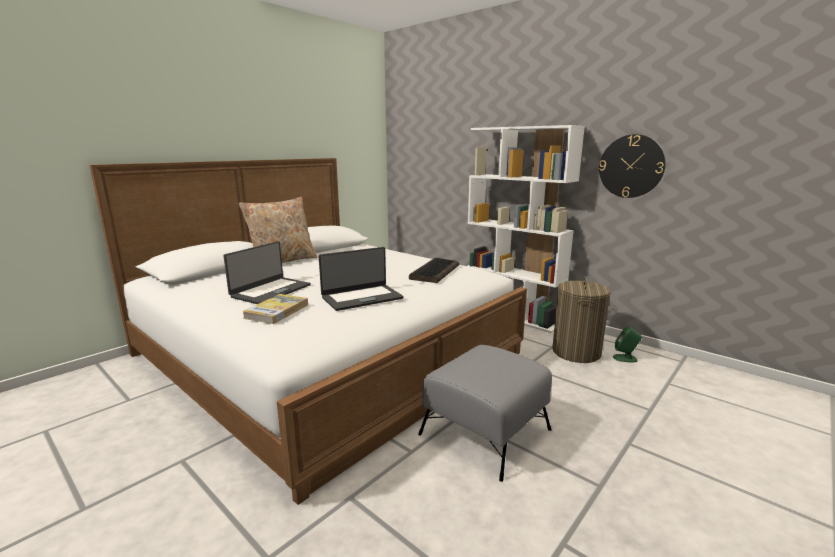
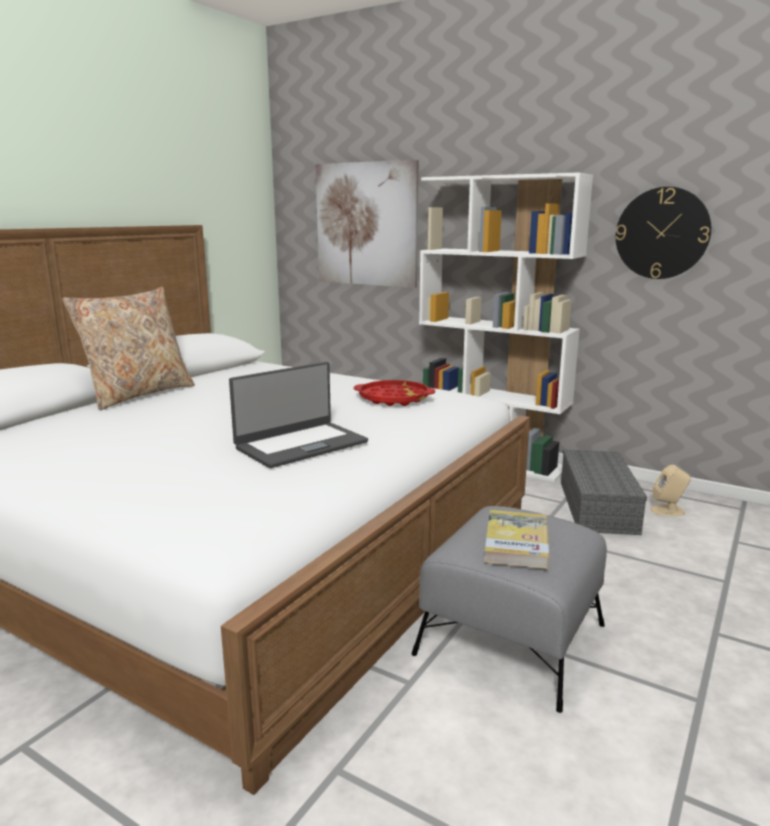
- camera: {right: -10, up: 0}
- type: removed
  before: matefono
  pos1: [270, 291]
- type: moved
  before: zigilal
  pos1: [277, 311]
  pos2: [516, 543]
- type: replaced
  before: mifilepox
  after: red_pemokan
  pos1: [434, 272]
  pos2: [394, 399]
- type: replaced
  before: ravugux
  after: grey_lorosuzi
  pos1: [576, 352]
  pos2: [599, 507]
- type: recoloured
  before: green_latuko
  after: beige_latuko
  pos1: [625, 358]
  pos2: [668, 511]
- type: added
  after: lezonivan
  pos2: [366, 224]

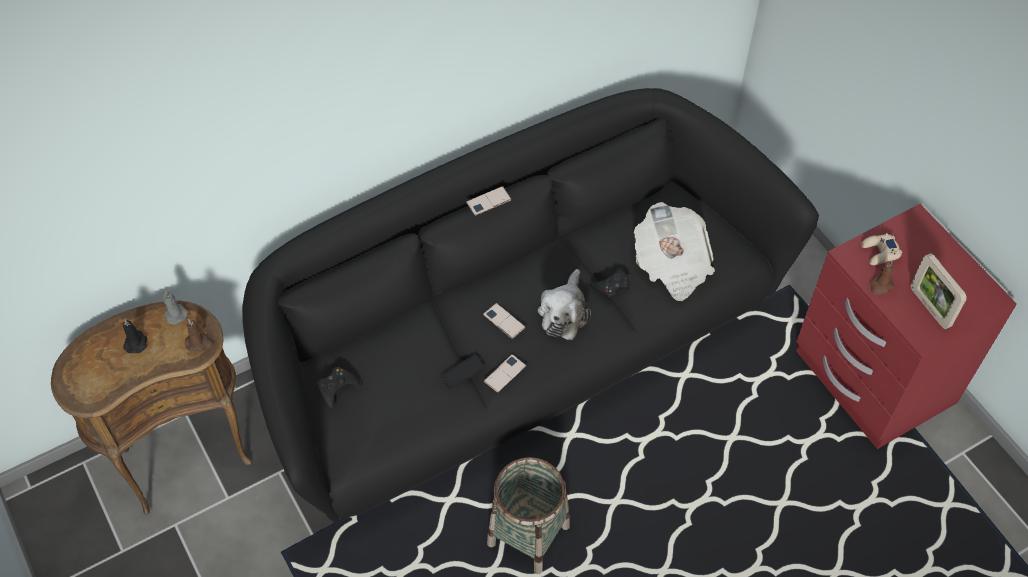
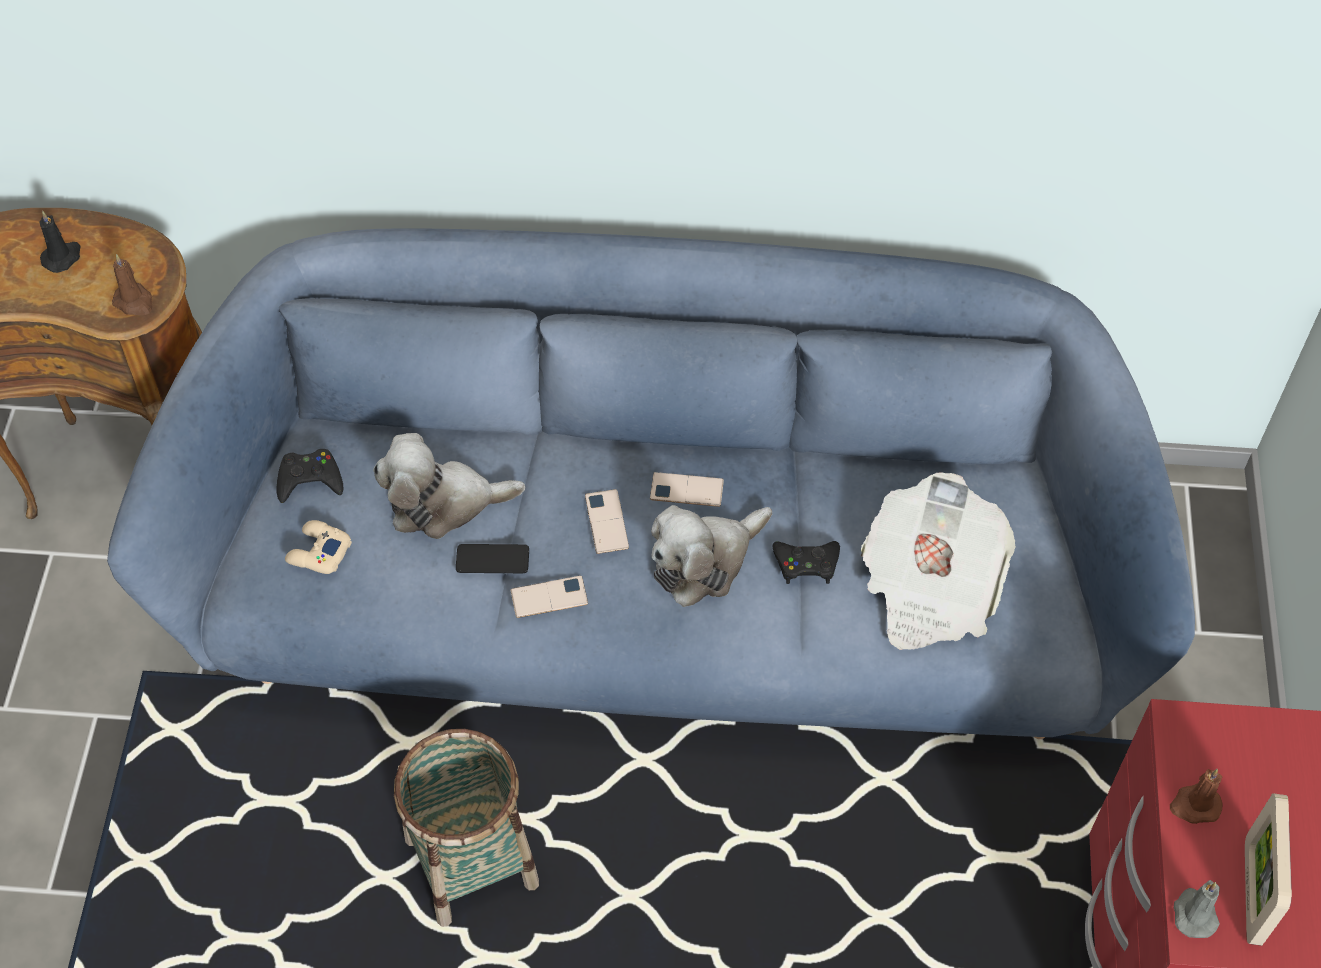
- camera: {right: 35, up: 0}
- type: moved
  before: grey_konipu
  pos1: [175, 313]
  pos2: [1194, 913]
- type: recoloured
  before: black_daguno
  after: blue_daguno
  pos1: [515, 353]
  pos2: [660, 596]
- type: moved
  before: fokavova
  pos1: [488, 201]
  pos2: [686, 490]
- type: moved
  before: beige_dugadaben
  pos1: [880, 252]
  pos2: [318, 552]
- type: added
  after: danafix
  pos2: [443, 503]

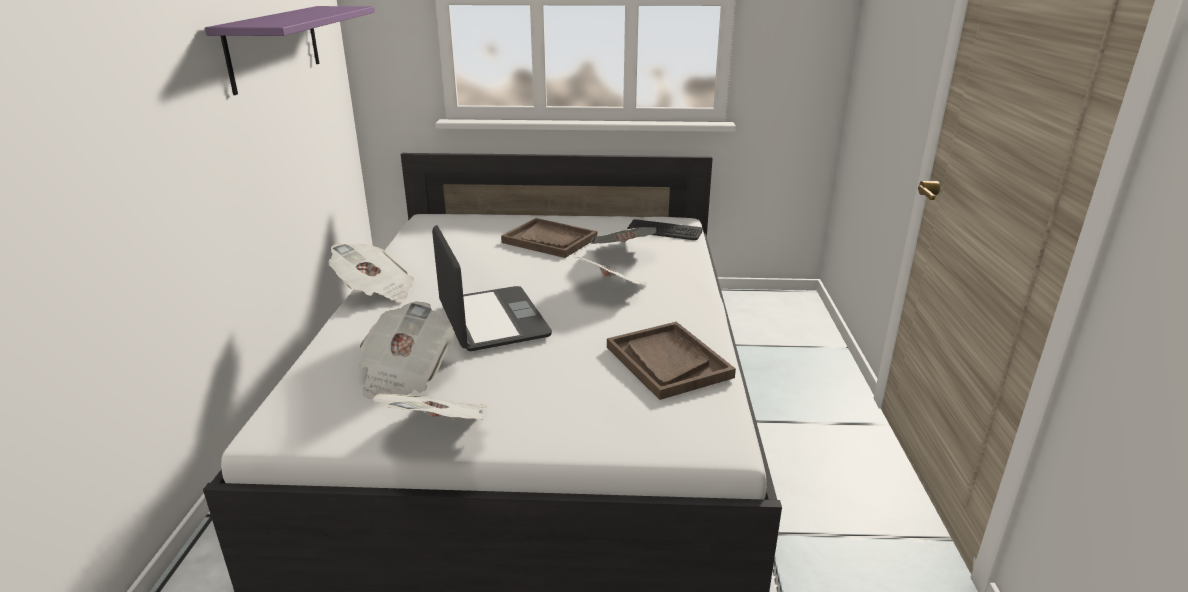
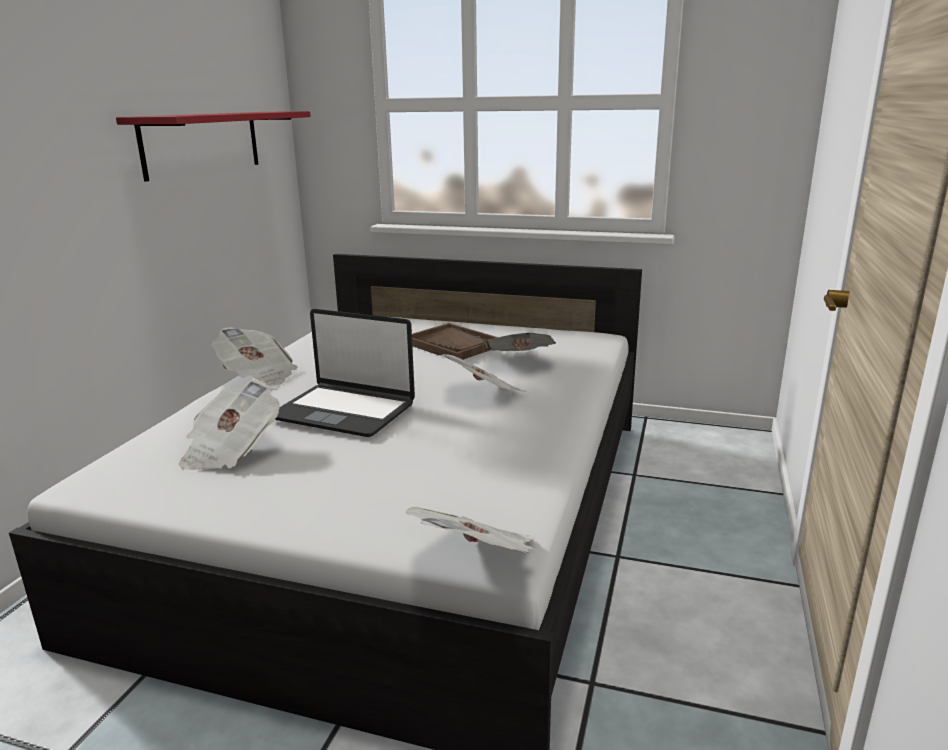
- camera: {right: 15, up: -5}
- type: recoloured
  before: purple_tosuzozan
  after: red_tosuzozan
  pos1: [274, 46]
  pos2: [202, 143]
- type: moved
  before: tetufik
  pos1: [440, 430]
  pos2: [477, 559]
- type: turned
  before: matefono
  pos1: [491, 320]
  pos2: [345, 411]
  turn: 120
- type: removed
  before: brown_pemokan
  pos1: [667, 362]
- type: removed
  before: mifilepox
  pos1: [664, 231]

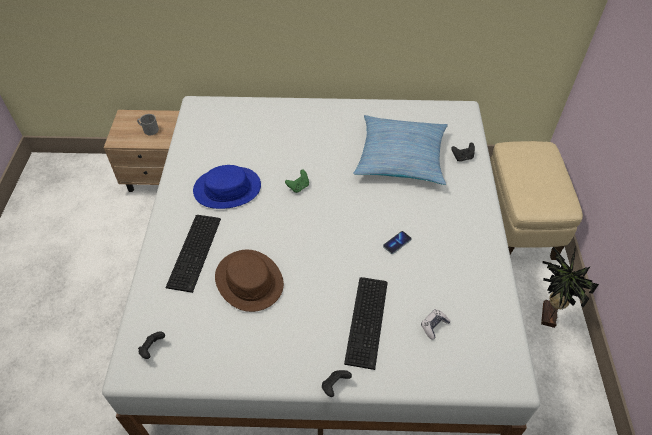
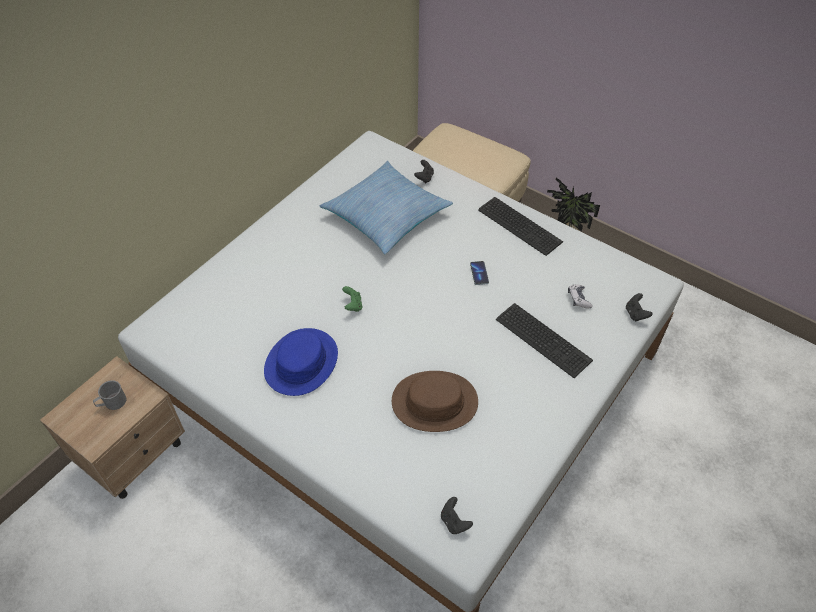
- camera: {right: -55, up: 0}
- type: moved
  before: mifilepox
  pos1: [196, 251]
  pos2: [519, 224]
- type: moved
  before: black_dugadaben
  pos1: [334, 386]
  pos2: [635, 314]

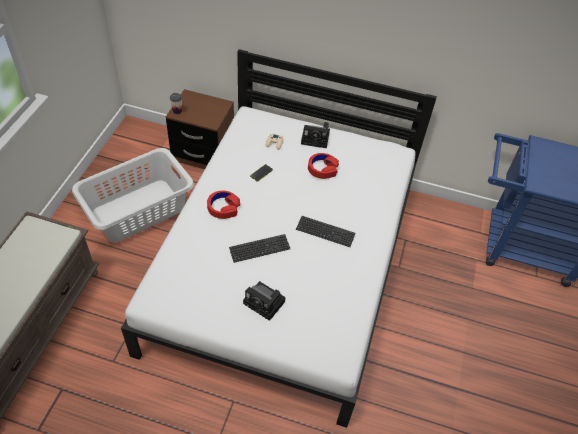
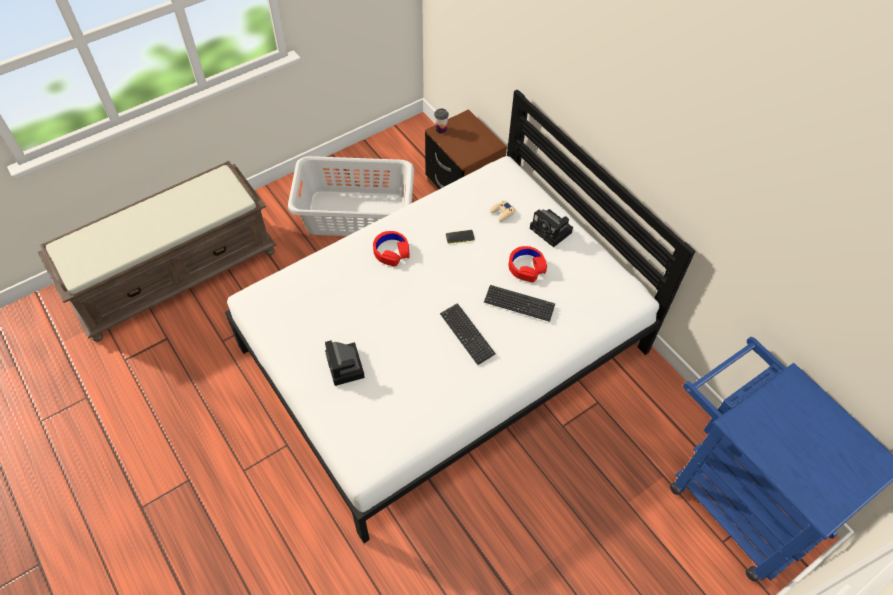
- camera: {right: 40, up: 5}
- type: moved
  before: mifilepox
  pos1: [259, 249]
  pos2: [519, 304]

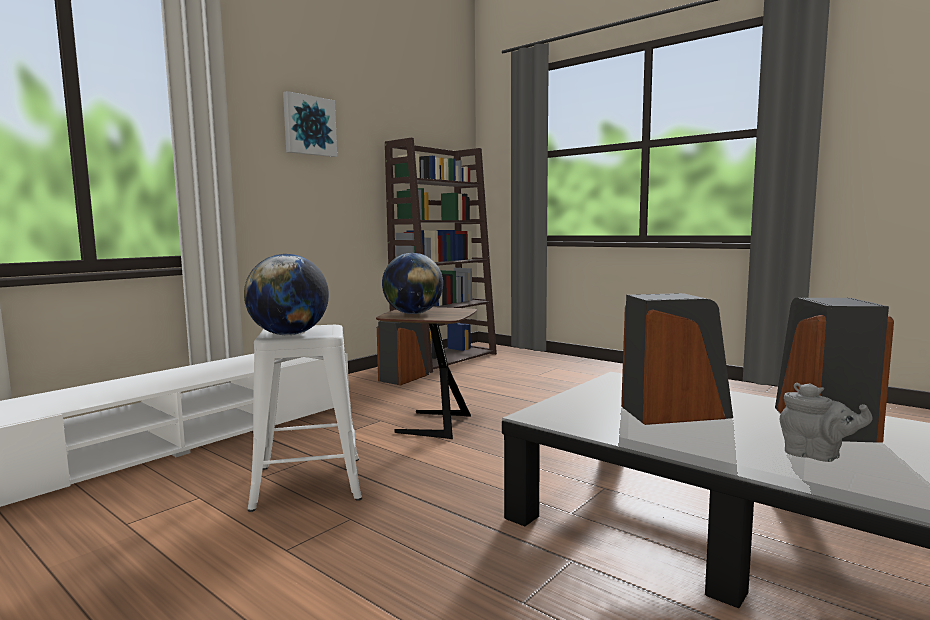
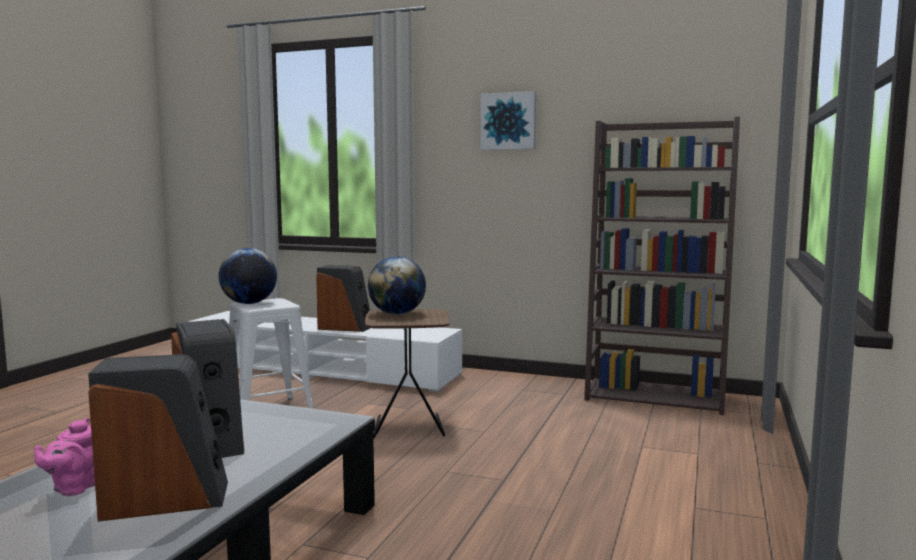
- camera: {right: 70, up: 0}
- type: moved
  before: latuko
  pos1: [404, 378]
  pos2: [345, 327]
- type: recoloured
  before: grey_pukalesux
  after: pink_pukalesux
  pos1: [816, 456]
  pos2: [74, 488]

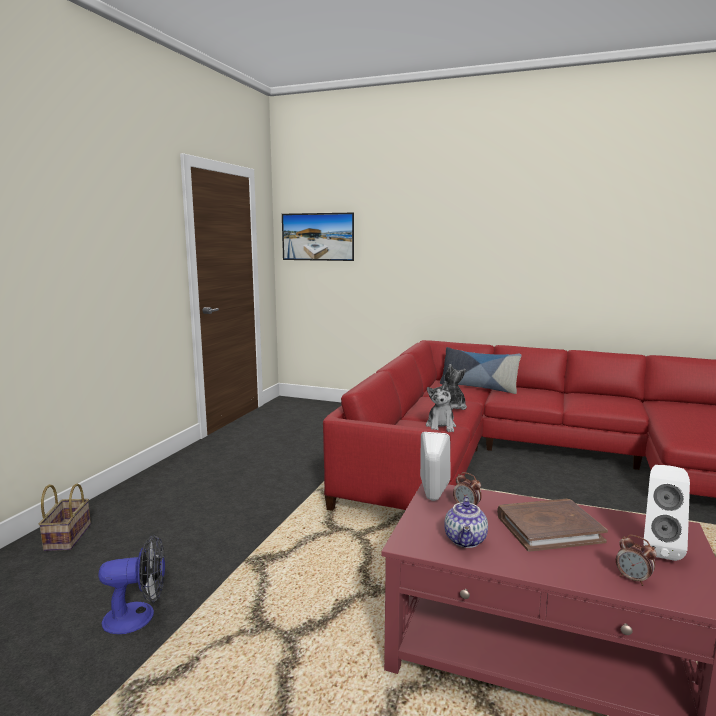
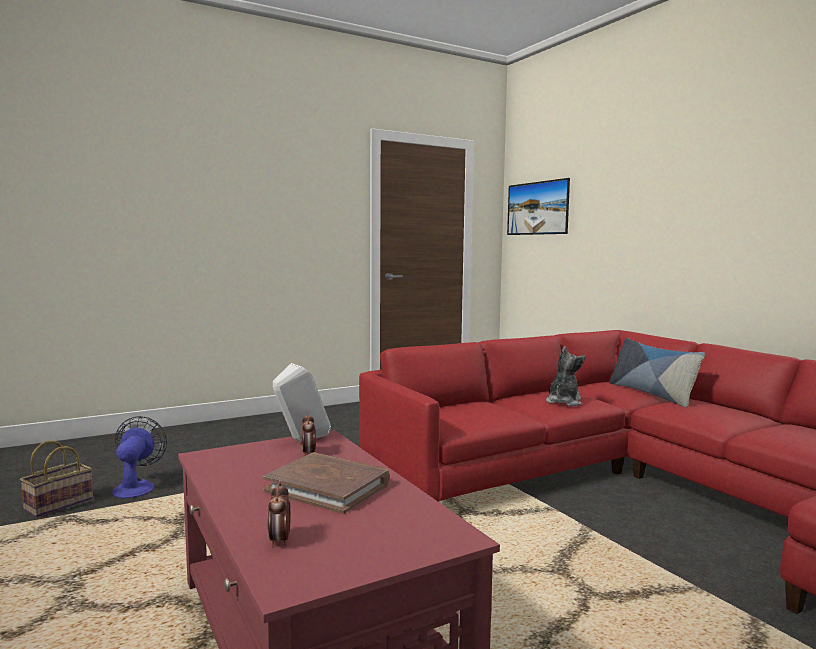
- camera: {right: 40, up: -5}
- type: moved
  before: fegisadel
  pos1: [67, 536]
  pos2: [60, 503]
- type: turned
  before: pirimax
  pos1: [138, 616]
  pos2: [136, 487]
  turn: -120
- type: removed
  before: danafix
  pos1: [441, 426]
- type: removed
  before: pukalesux
  pos1: [466, 540]
- type: removed
  before: white_latuko
  pos1: [659, 548]

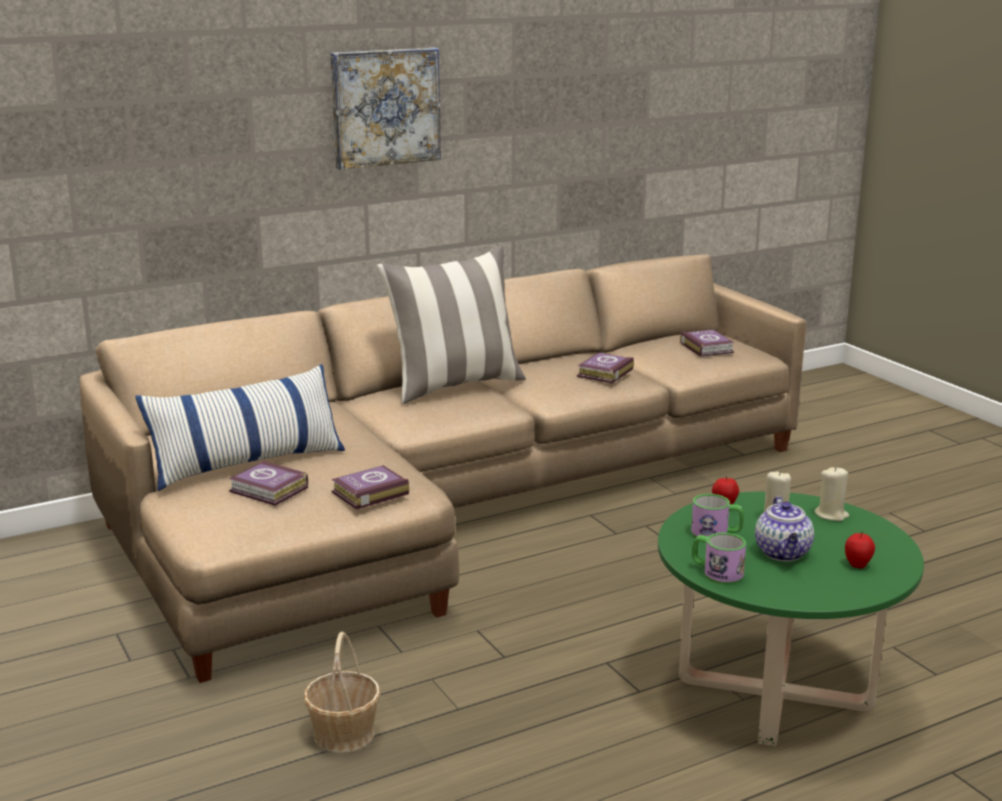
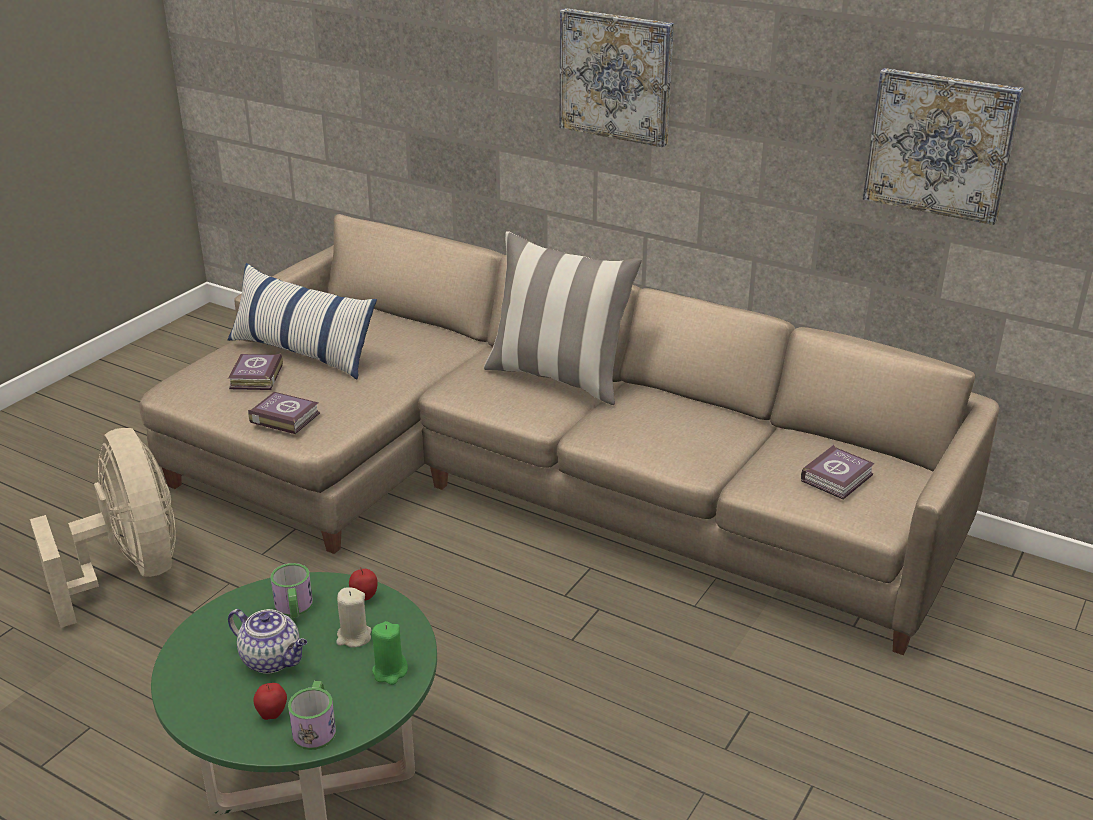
- camera: {right: 60, up: 10}
- type: replaced
  before: fegisadel
  after: beige_pirimax
  pos1: [343, 734]
  pos2: [130, 571]
- type: removed
  before: zigilal
  pos1: [603, 373]
- type: moved
  before: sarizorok
  pos1: [716, 573]
  pos2: [316, 727]
- type: turned
  before: pukalesux
  pos1: [783, 553]
  pos2: [273, 660]
  turn: -120
- type: recoloured
  before: beige_konipu
  after: green_konipu
  pos1: [831, 515]
  pos2: [390, 671]
- type: added
  after: lezonivan
  pos2: [940, 144]

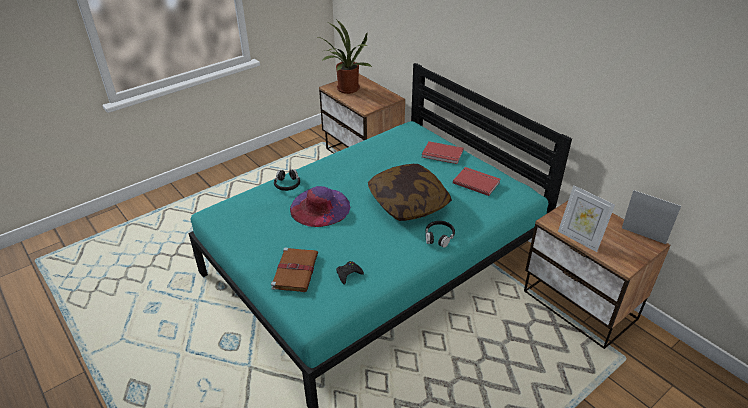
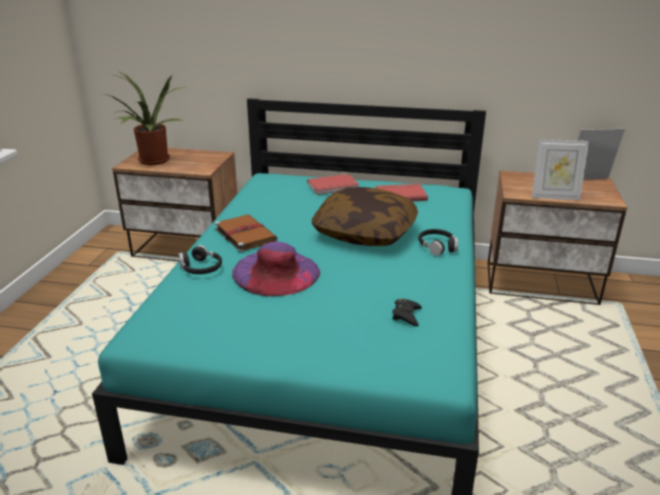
- camera: {right: -40, up: -10}
- type: moved
  before: brown_zigilal
  pos1: [295, 270]
  pos2: [244, 234]

